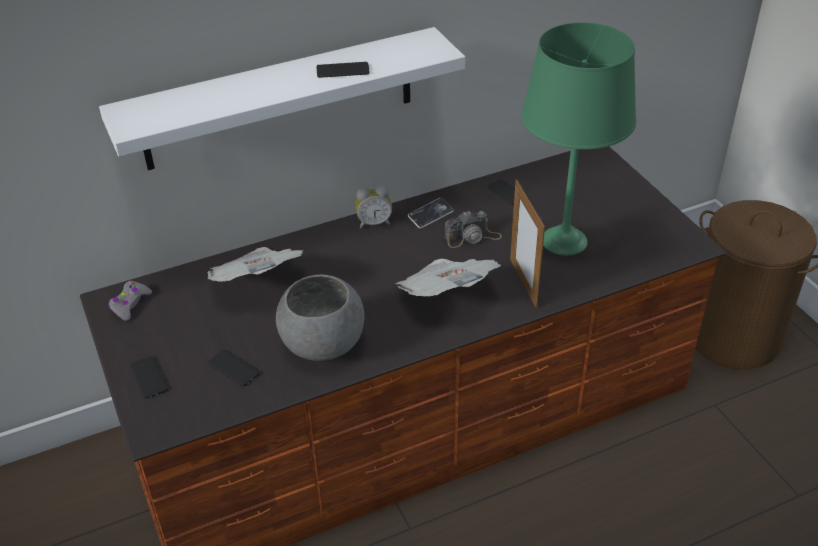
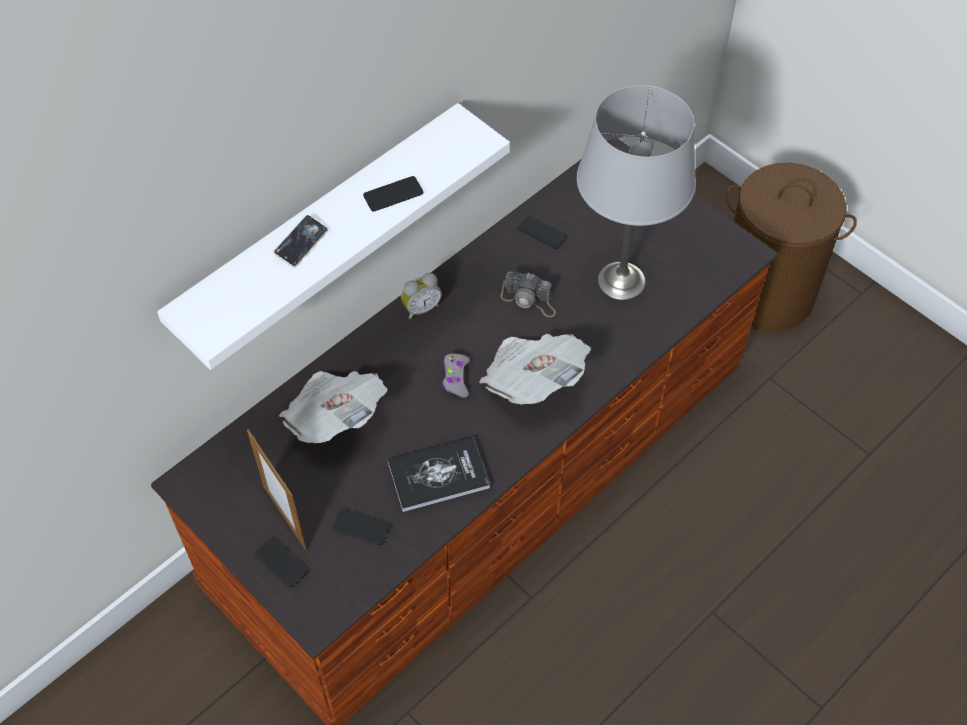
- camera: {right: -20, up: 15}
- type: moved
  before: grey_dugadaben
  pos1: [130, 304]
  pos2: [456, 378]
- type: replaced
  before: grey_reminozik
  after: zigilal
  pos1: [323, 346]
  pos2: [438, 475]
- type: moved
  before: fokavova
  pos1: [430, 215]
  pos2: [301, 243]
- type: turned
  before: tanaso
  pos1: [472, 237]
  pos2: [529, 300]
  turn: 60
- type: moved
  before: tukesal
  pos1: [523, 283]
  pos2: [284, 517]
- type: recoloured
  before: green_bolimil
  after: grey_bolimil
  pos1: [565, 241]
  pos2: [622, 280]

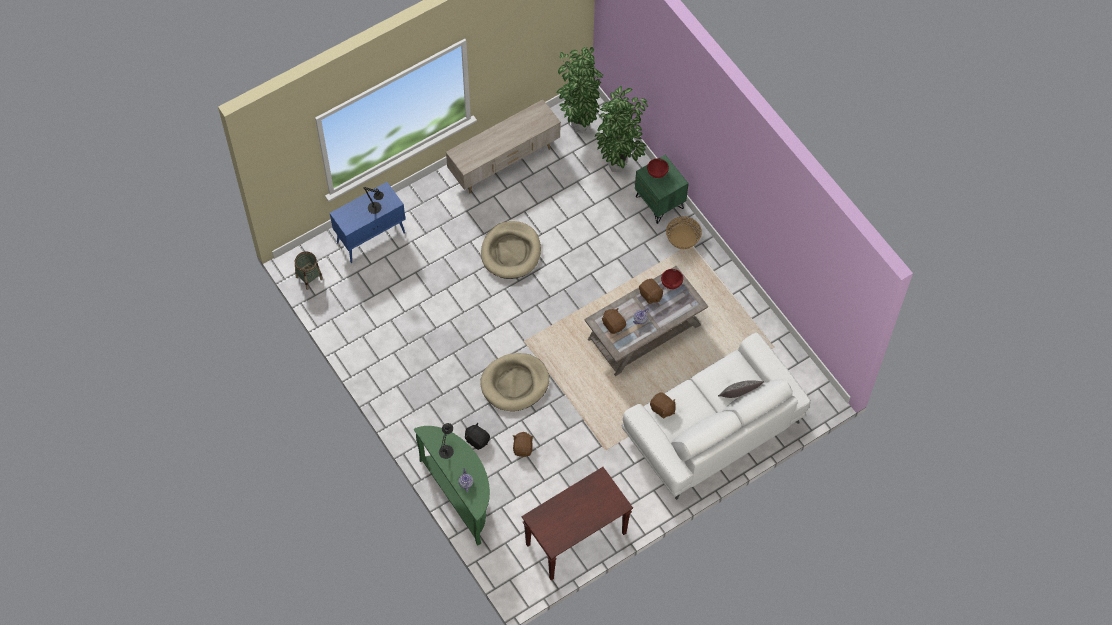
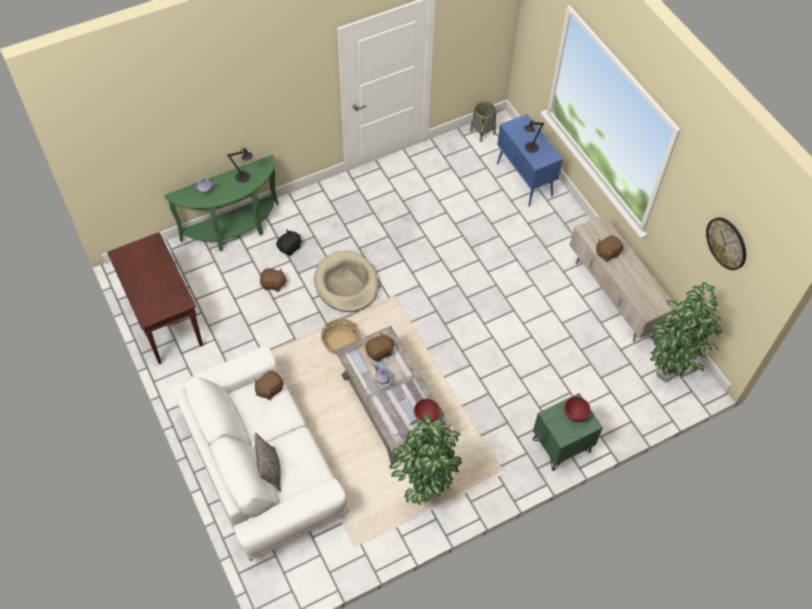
- camera: {right: 95, up: -5}
- type: removed
  before: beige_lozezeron
  pos1: [511, 252]
- type: moved
  before: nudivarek
  pos1: [619, 166]
  pos2: [424, 496]
- type: moved
  before: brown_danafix
  pos1: [650, 295]
  pos2: [607, 253]
- type: moved
  before: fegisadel
  pos1: [683, 238]
  pos2: [341, 342]
- type: added
  after: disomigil
  pos2: [727, 243]

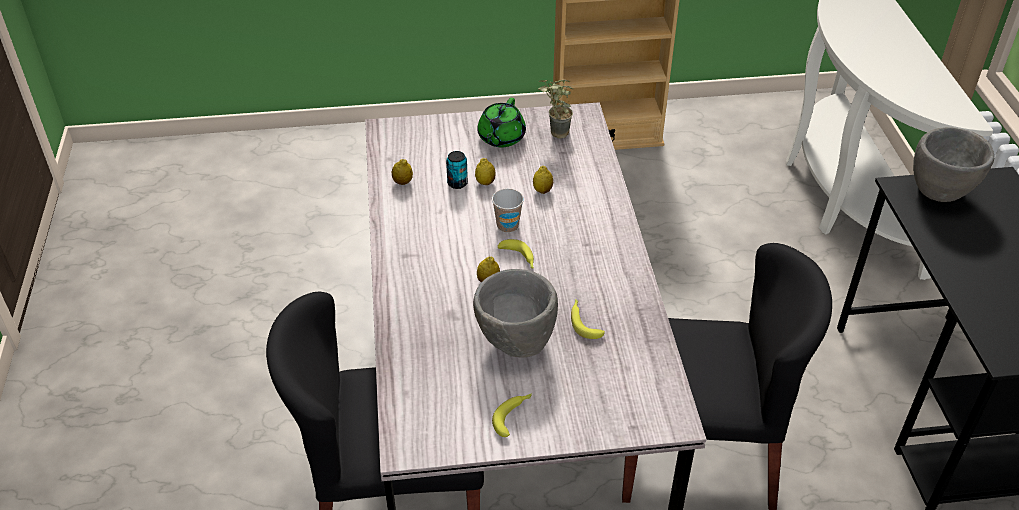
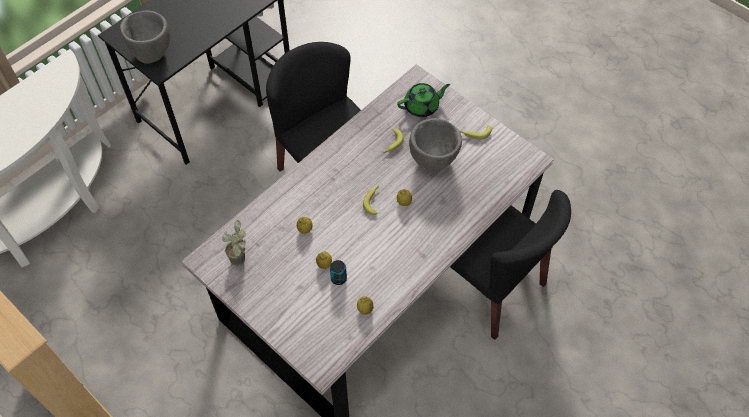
- camera: {right: -130, up: 15}
- type: moved
  before: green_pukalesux
  pos1: [501, 138]
  pos2: [422, 106]
- type: removed
  before: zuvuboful
  pos1: [507, 226]

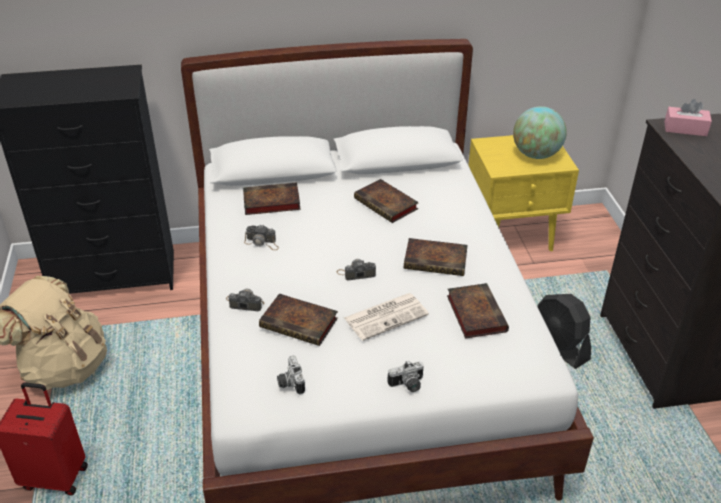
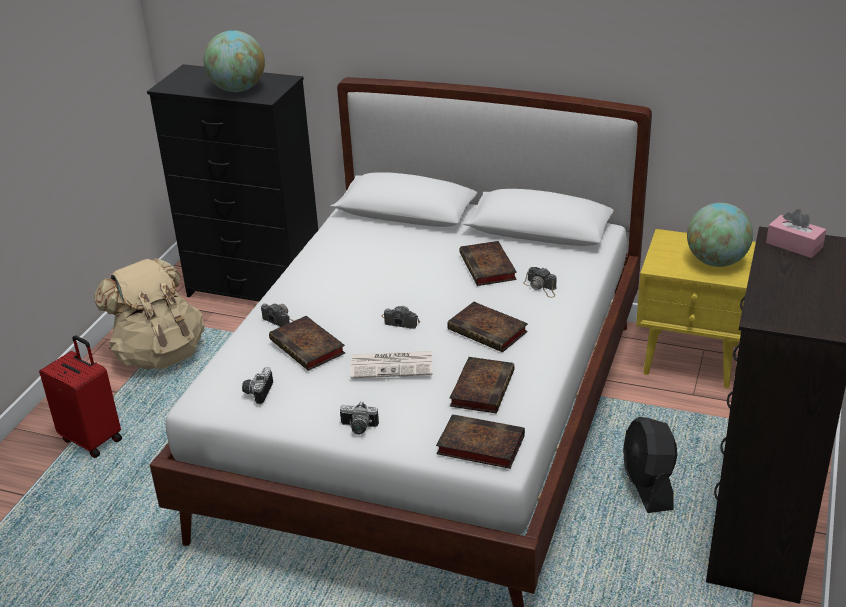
- camera: {right: 30, up: -5}
- type: moved
  before: zigilal
  pos1: [270, 202]
  pos2: [478, 445]
- type: moved
  before: tanaso
  pos1: [262, 243]
  pos2: [541, 287]
- type: added
  after: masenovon
  pos2: [238, 89]

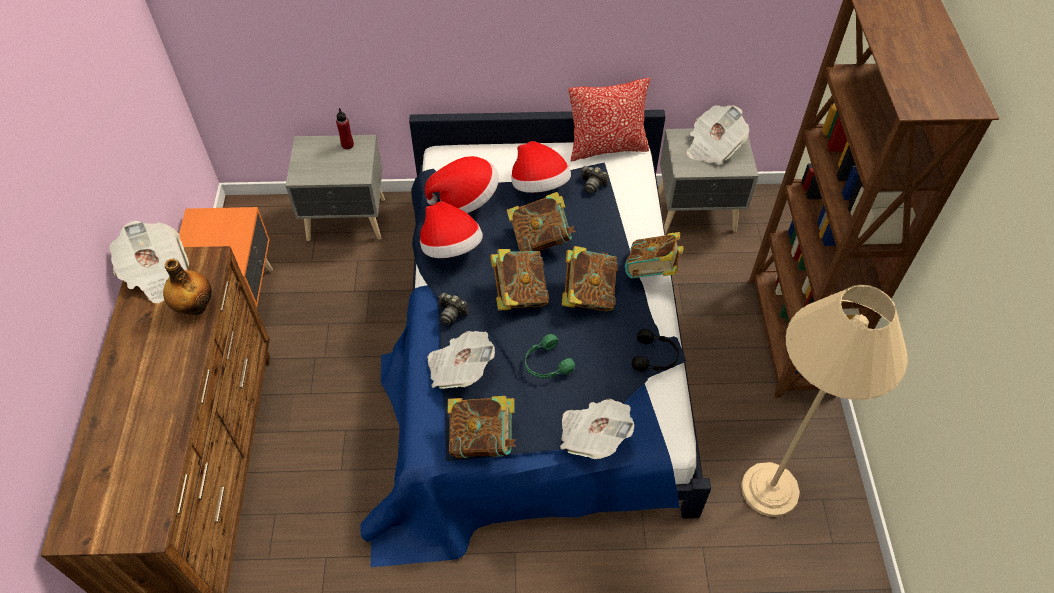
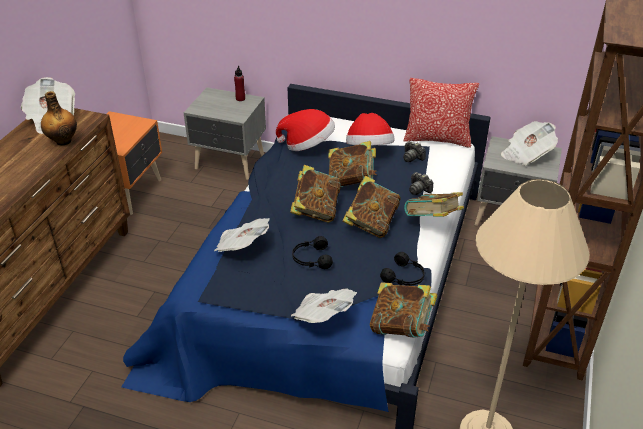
- camera: {right: 20, up: -15}
- type: removed
  before: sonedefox
  pos1: [451, 248]
- type: moved
  before: tanaso
  pos1: [452, 313]
  pos2: [419, 189]
- type: moved
  before: zigilal
  pos1: [482, 438]
  pos2: [401, 327]
- type: recoloured
  before: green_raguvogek
  after: black_raguvogek
  pos1: [546, 364]
  pos2: [311, 259]

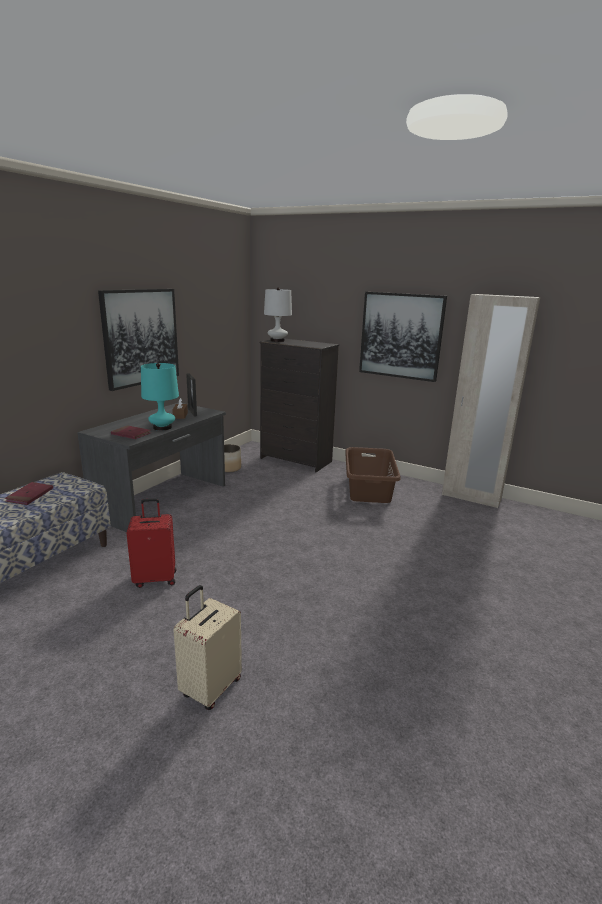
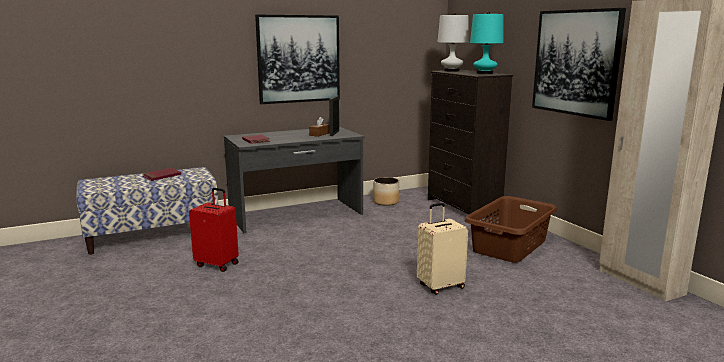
- camera: {right: 35, up: -5}
- type: moved
  before: turquoise_bolimil
  pos1: [162, 428]
  pos2: [484, 73]
- type: moved
  before: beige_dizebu
  pos1: [210, 687]
  pos2: [440, 286]

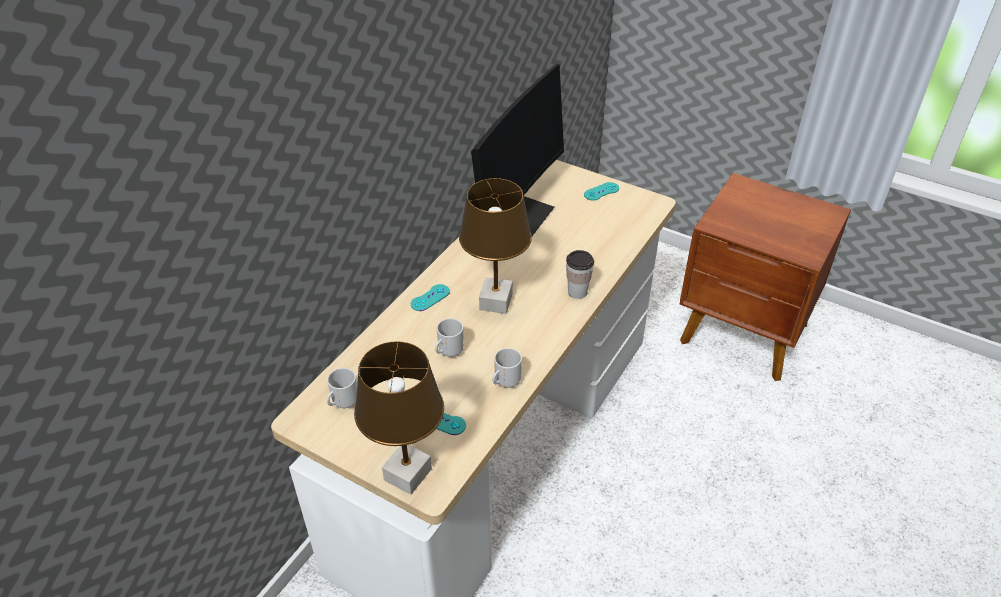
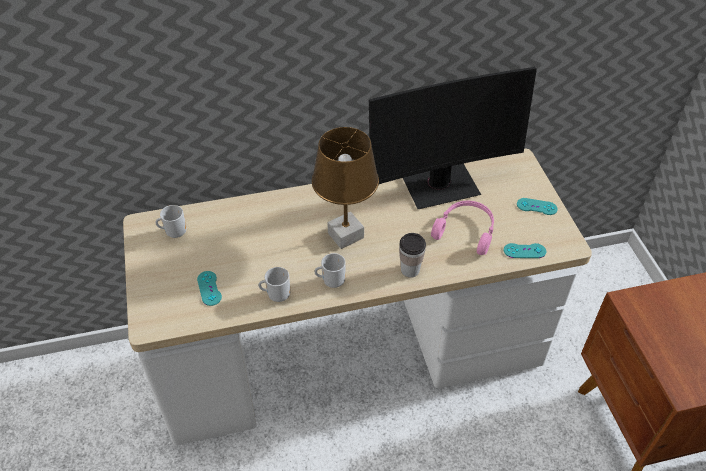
- camera: {right: 45, up: 5}
- type: removed
  before: brown_bolimil
  pos1: [408, 475]
- type: moved
  before: turquoise_dugadaben
  pos1: [430, 298]
  pos2: [524, 251]
- type: moved
  before: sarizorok
  pos1: [449, 352]
  pos2: [332, 281]
- type: added
  after: pink_raguvogek
  pos2: [466, 231]

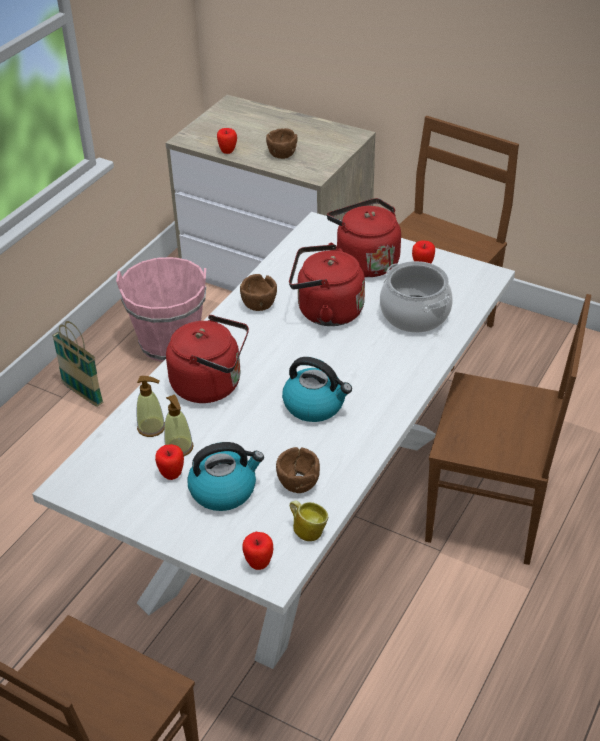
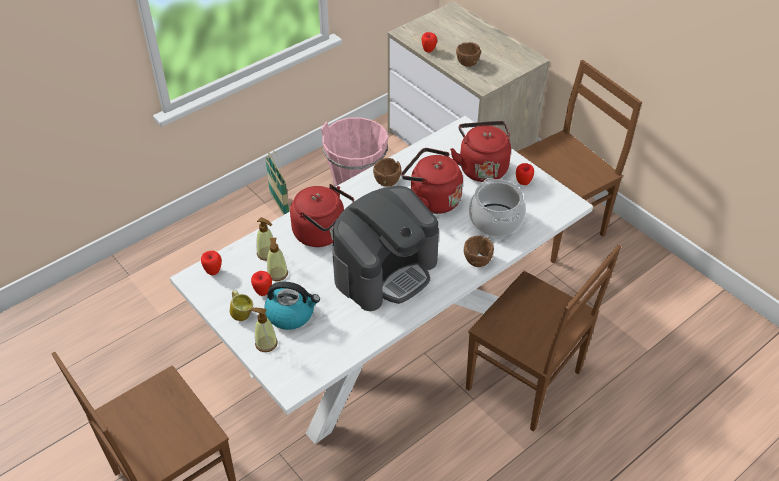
- camera: {right: 20, up: 5}
- type: moved
  before: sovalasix
  pos1: [259, 563]
  pos2: [213, 271]
- type: moved
  before: brown_reminozik
  pos1: [298, 483]
  pos2: [477, 260]
- type: replaced
  before: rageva
  after: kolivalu
  pos1: [315, 405]
  pos2: [385, 270]
- type: moved
  before: sarizorok
  pos1: [307, 530]
  pos2: [242, 313]
- type: added
  after: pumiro
  pos2: [266, 343]

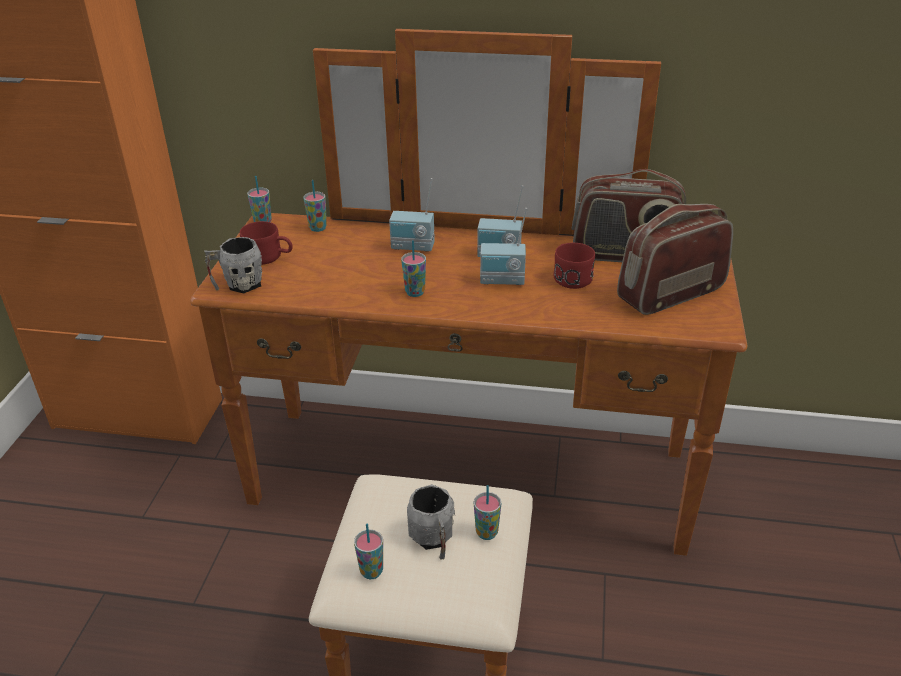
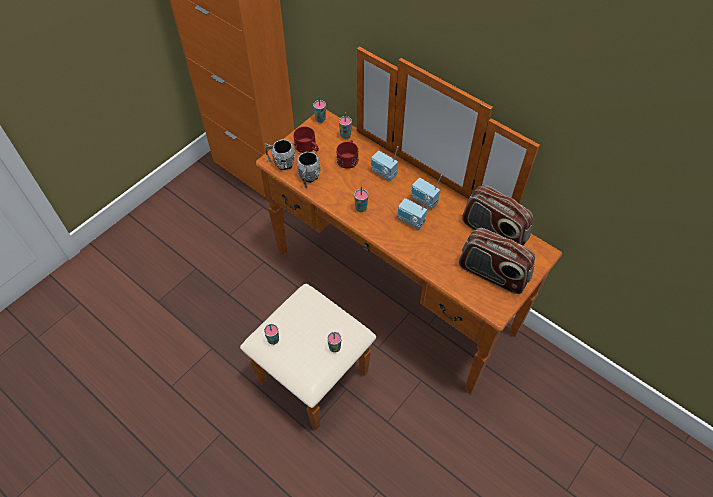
- camera: {right: 30, up: 20}
- type: moved
  before: grey_sarizorok
  pos1: [433, 541]
  pos2: [308, 178]
- type: moved
  before: red_sarizorok
  pos1: [569, 276]
  pos2: [348, 158]
- type: turned
  before: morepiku
  pos1: [670, 293]
  pos2: [492, 274]
  turn: -150

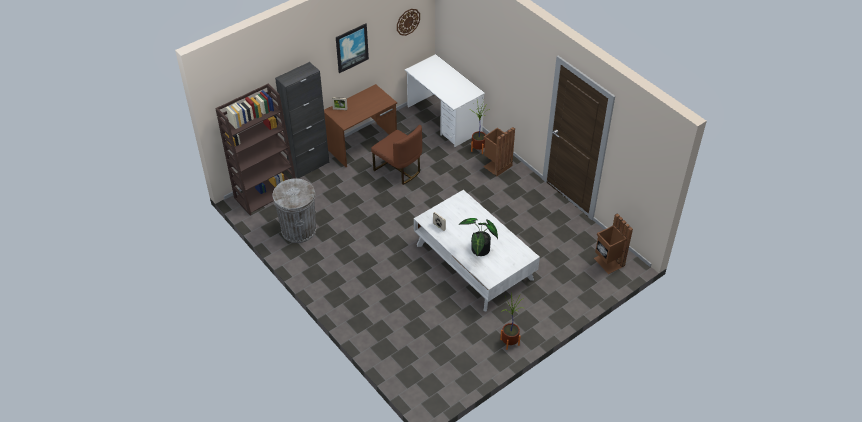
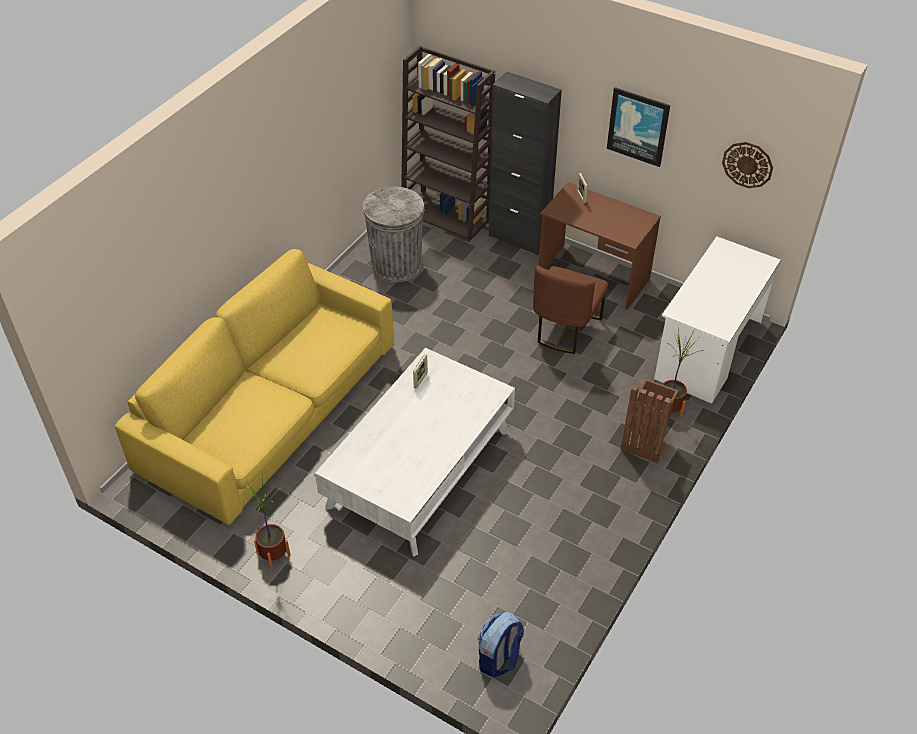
- camera: {right: 70, up: 0}
- type: removed
  before: nudivarek
  pos1: [479, 251]
- type: replaced
  before: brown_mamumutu
  after: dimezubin
  pos1: [608, 262]
  pos2: [499, 658]
- type: added
  after: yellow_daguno
  pos2: [271, 407]

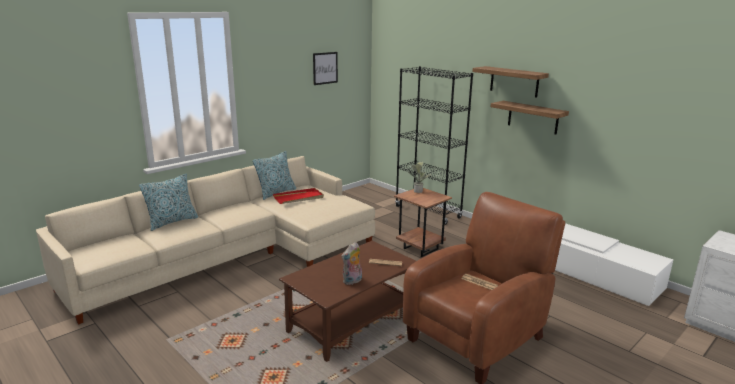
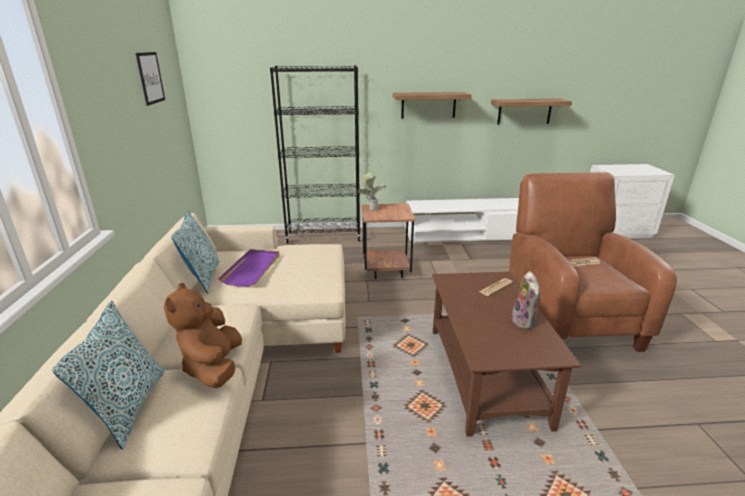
- camera: {right: -50, up: 5}
- type: recoloured
  before: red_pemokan
  after: purple_pemokan
  pos1: [299, 198]
  pos2: [252, 269]
- type: moved
  before: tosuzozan
  pos1: [514, 81]
  pos2: [524, 111]
- type: added
  after: brown_danafix
  pos2: [213, 367]

